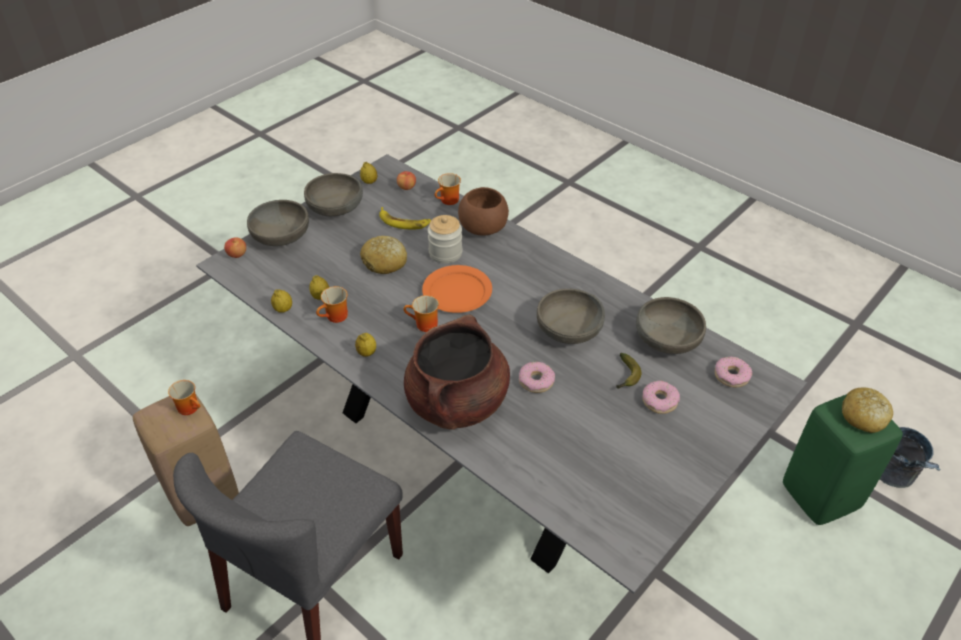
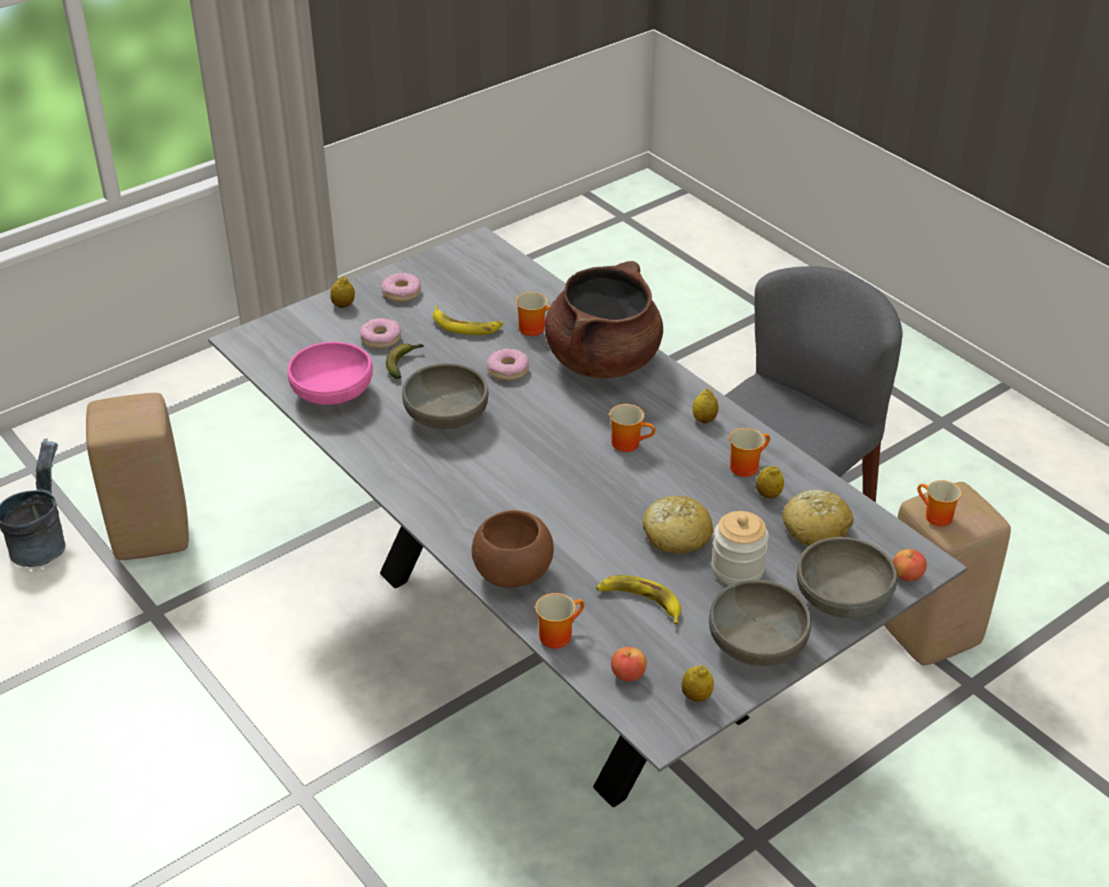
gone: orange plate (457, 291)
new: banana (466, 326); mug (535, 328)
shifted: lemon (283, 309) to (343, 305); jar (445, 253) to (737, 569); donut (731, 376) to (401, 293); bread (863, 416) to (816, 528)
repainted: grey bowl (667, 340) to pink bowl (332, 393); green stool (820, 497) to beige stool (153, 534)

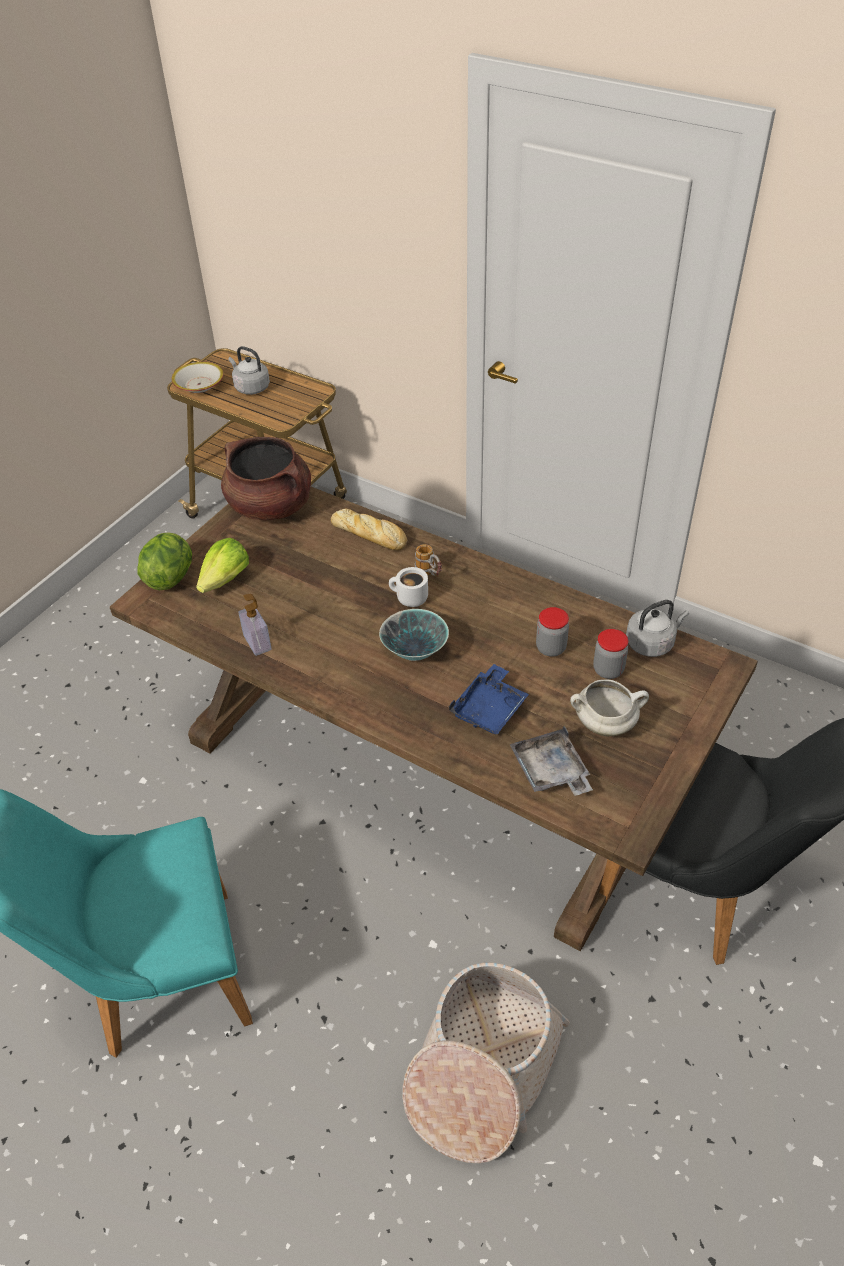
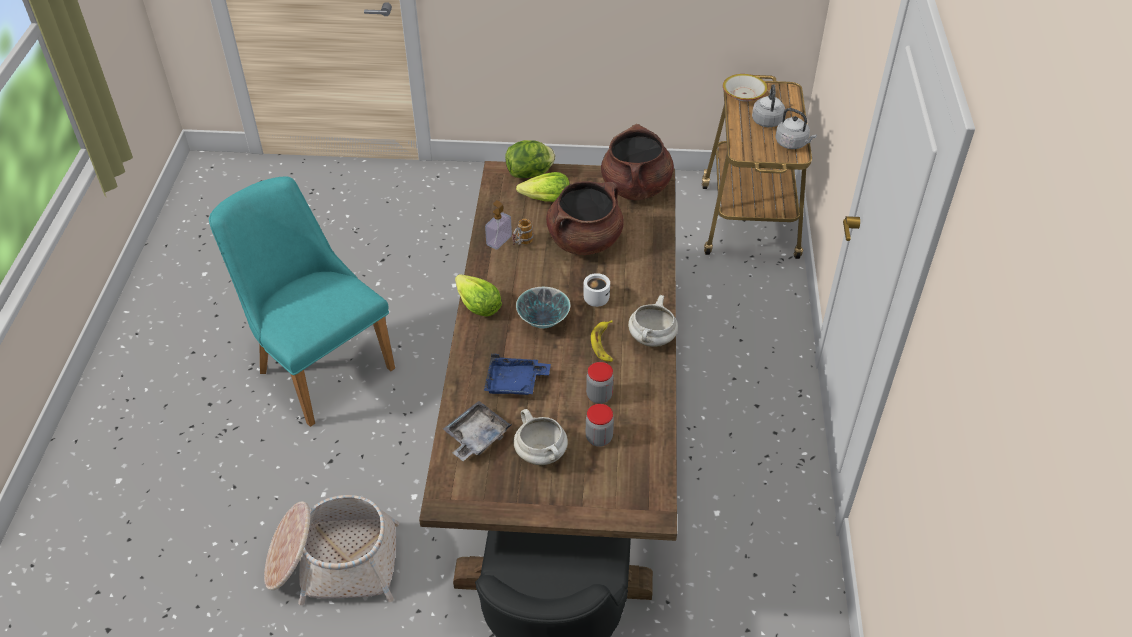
gone: bread (370, 535)
new: lettuce (477, 306); brown cooking pot (584, 240); banana (604, 344); white cooking pot (652, 339)
shifted: mug (430, 575) to (521, 244); grey kettle (652, 643) to (792, 143)

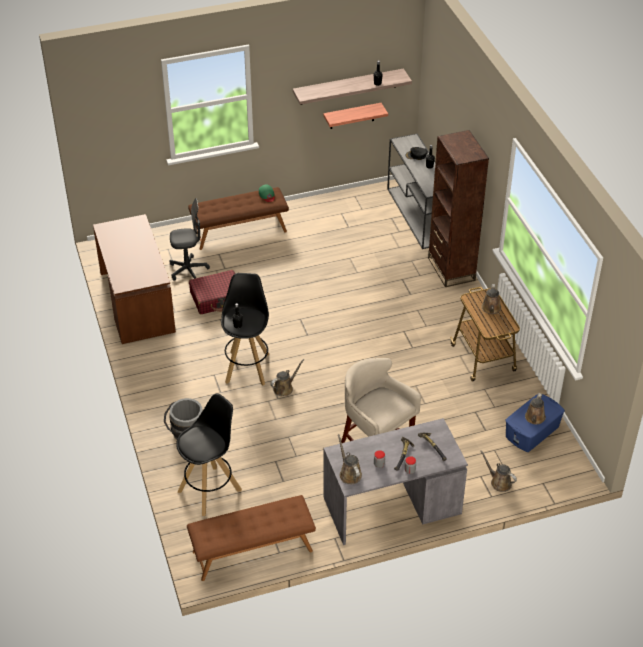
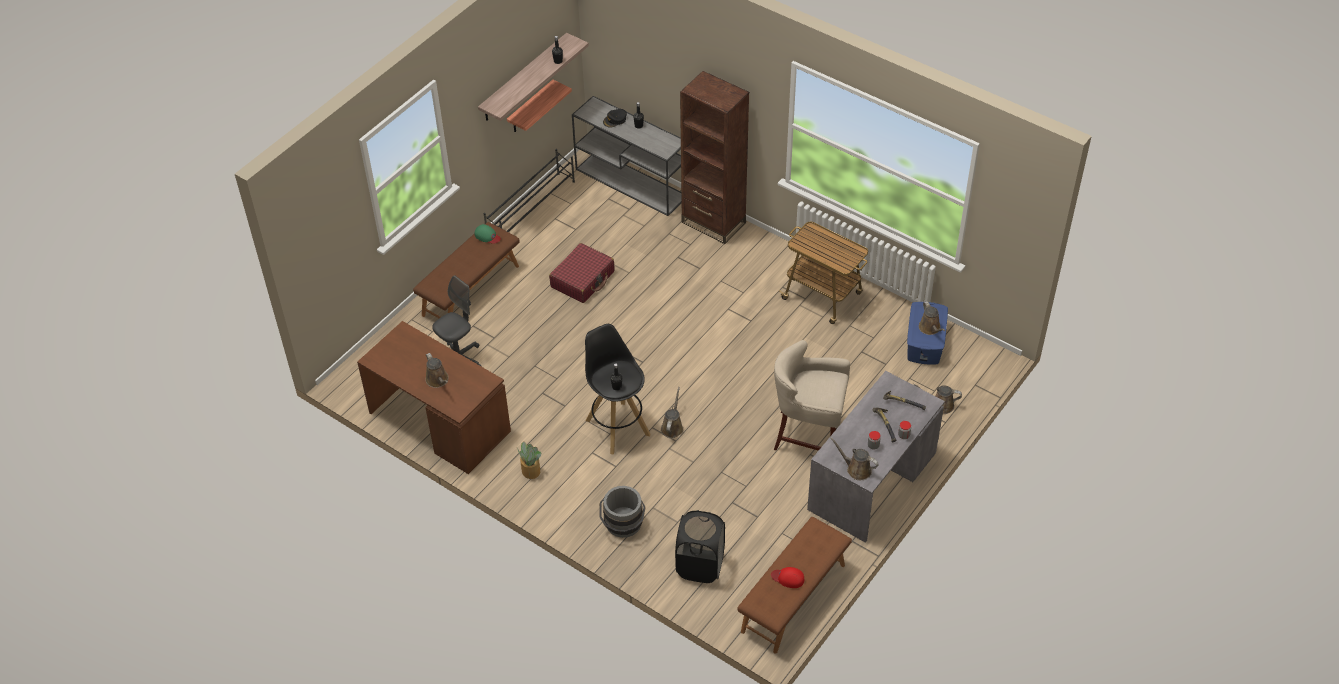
new: black shoe rack (532, 209); potted plant (531, 470); red cap (788, 578)
shifted: red suitcase (217, 298) to (583, 279); brown watering can (491, 309) to (438, 380)
swapped: black stool (210, 490) to black laundry basket (700, 566)

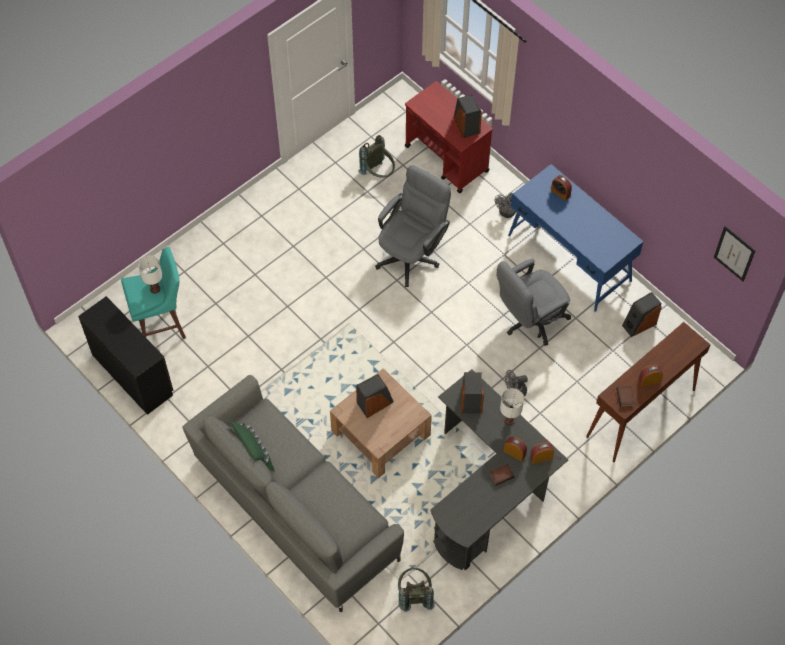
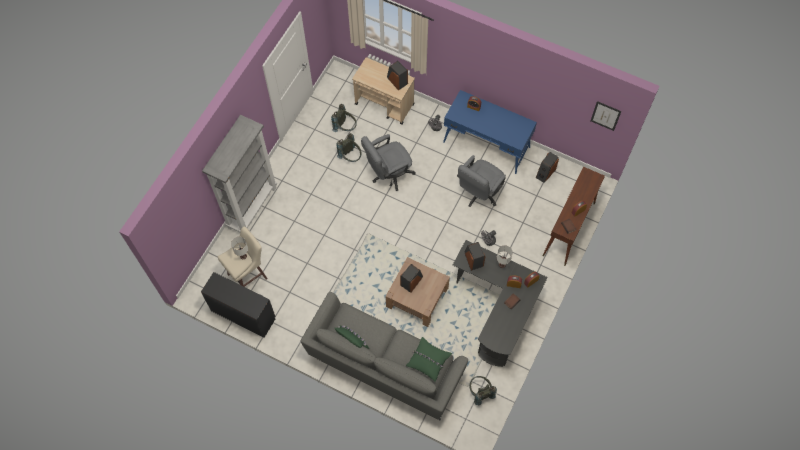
new: grey bookcase (252, 206); grey backpack (350, 157); green pillow (428, 360)
repainted: turquoise stool (162, 326) to beige stool (248, 276); red cart (447, 159) to beige cart (385, 104)
rotated: grey office chair (412, 254) = (388, 174) 135 degrees counterclockwise

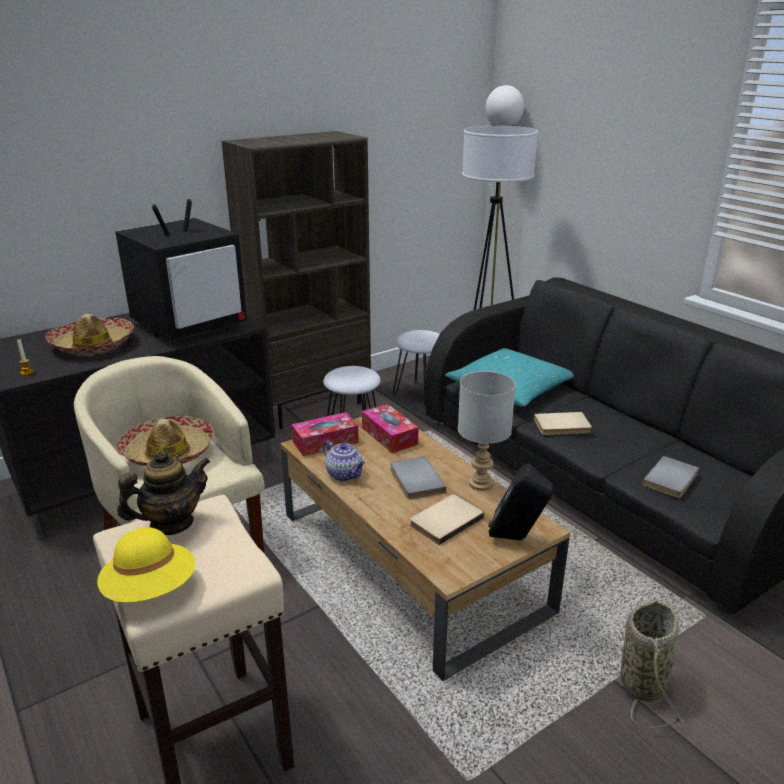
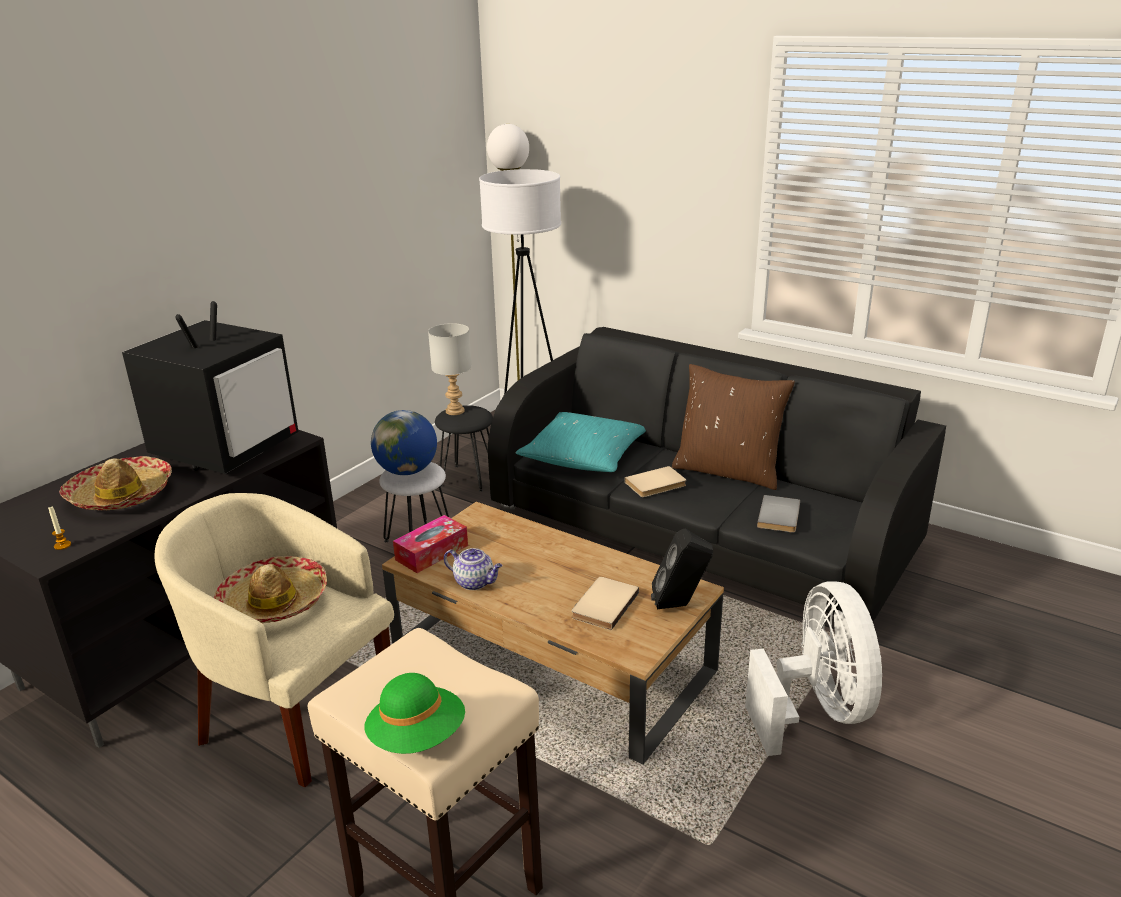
gone: teapot (171, 523); brown bookcase (311, 406); tissue box (389, 436); grey book (414, 480)
new: globe (407, 471); brown pillow (728, 471)
shifted: grey table lamp (480, 483) to (454, 411)
swapped: basket (643, 680) to white fan (816, 710)
repainted: yellow hat (151, 589) to green hat (417, 737); white stool (419, 393) to black stool (467, 478)

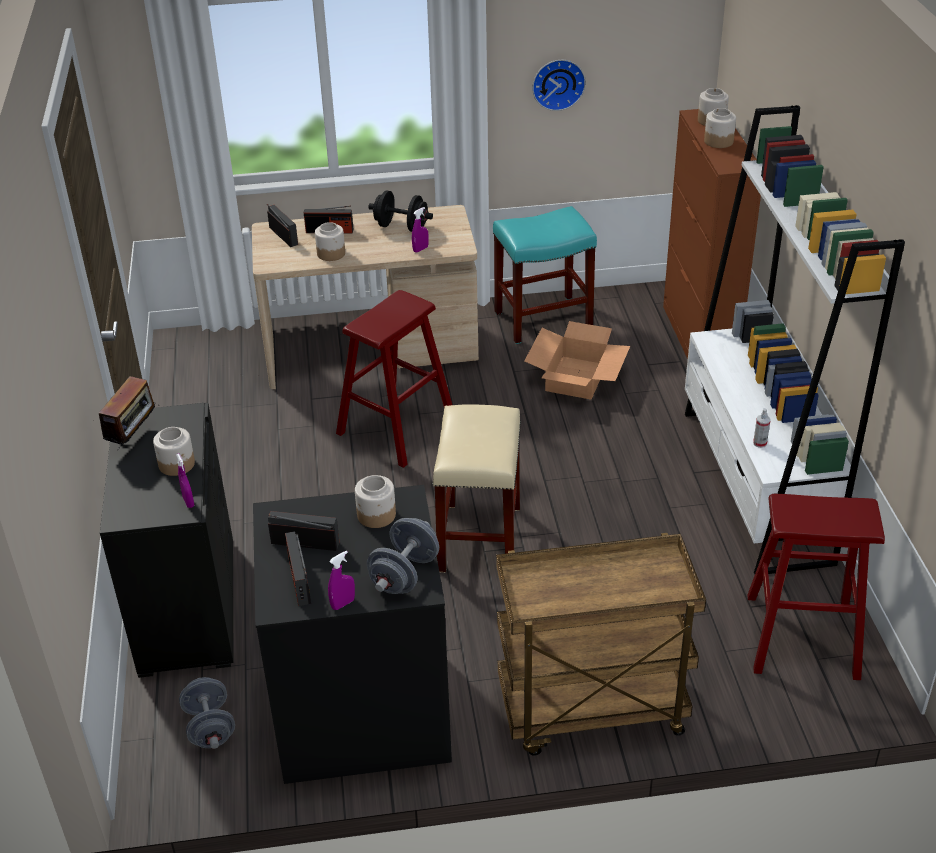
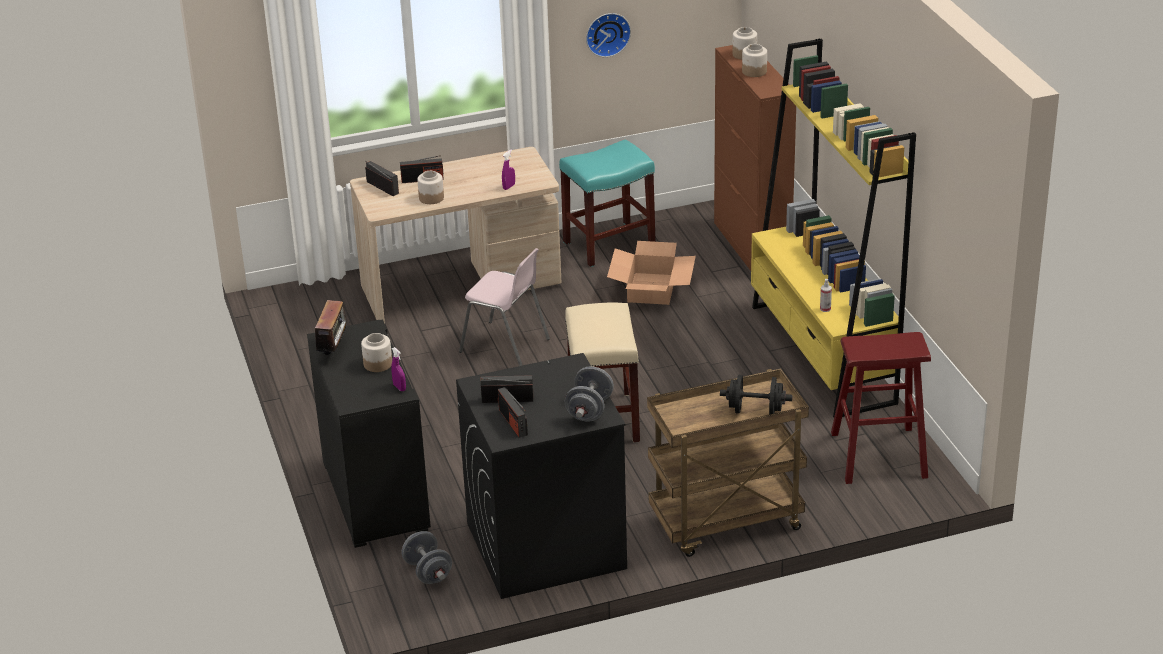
gone: purple spray bottle (343, 604); jar (376, 515)
shifted: black dumbbell (401, 227) to (755, 411)
swapped: red stool (396, 429) to pink chair (505, 346)
repainted: white bookcase (755, 485) to yellow bookcase (822, 354)

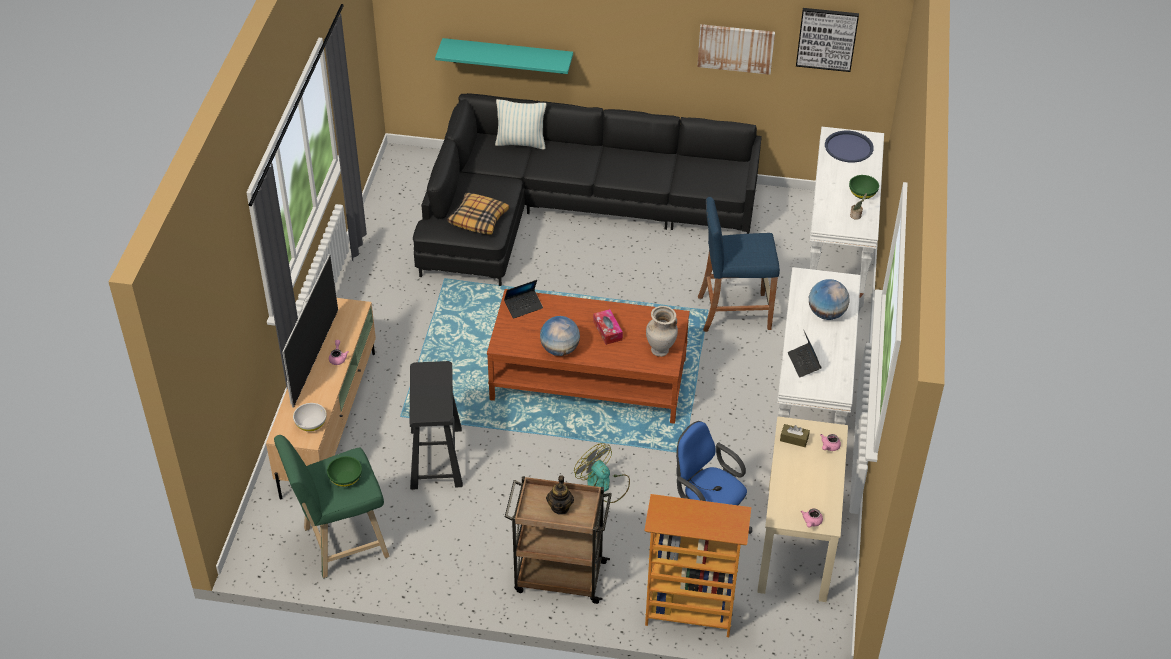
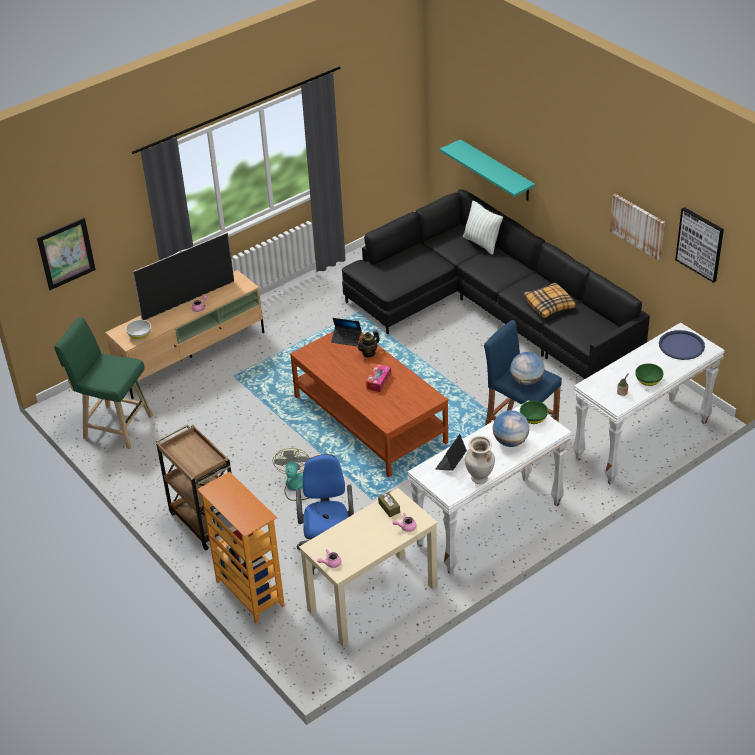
gone: black stool (436, 457)
new: picture (66, 253)
shifted: green bowl (345, 478) to (533, 418); pillow (479, 219) to (549, 305); globe (560, 349) to (526, 381); teapot (560, 507) to (369, 353); beige vase (660, 351) to (479, 479)

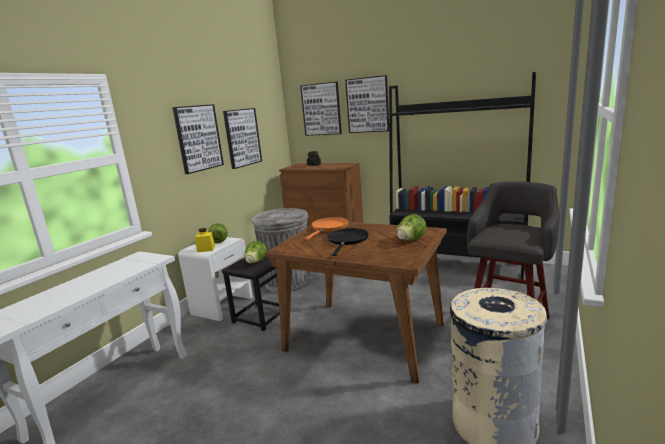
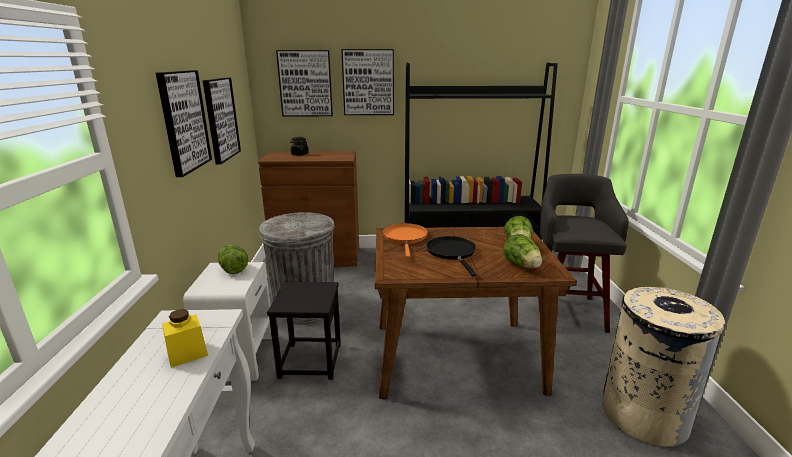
shifted: yellow jar (206, 249) to (187, 354); lettuce (256, 262) to (522, 266)

